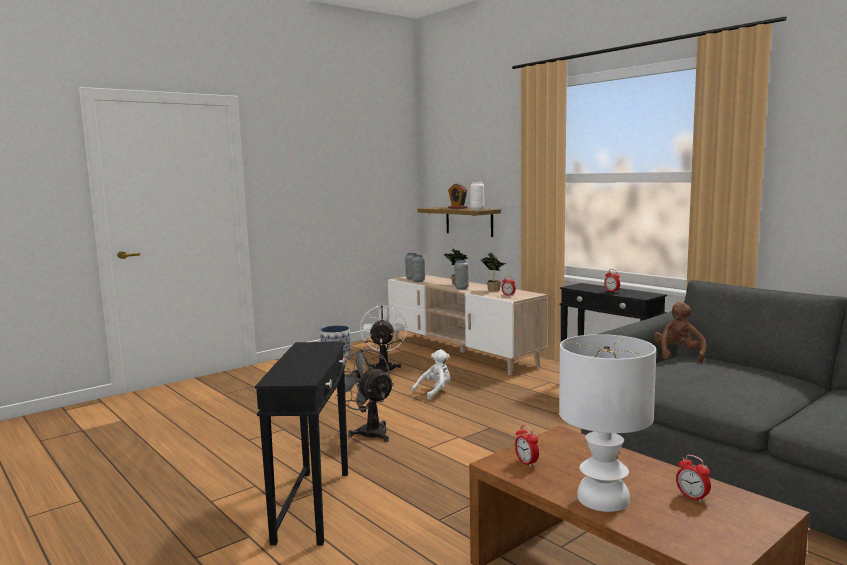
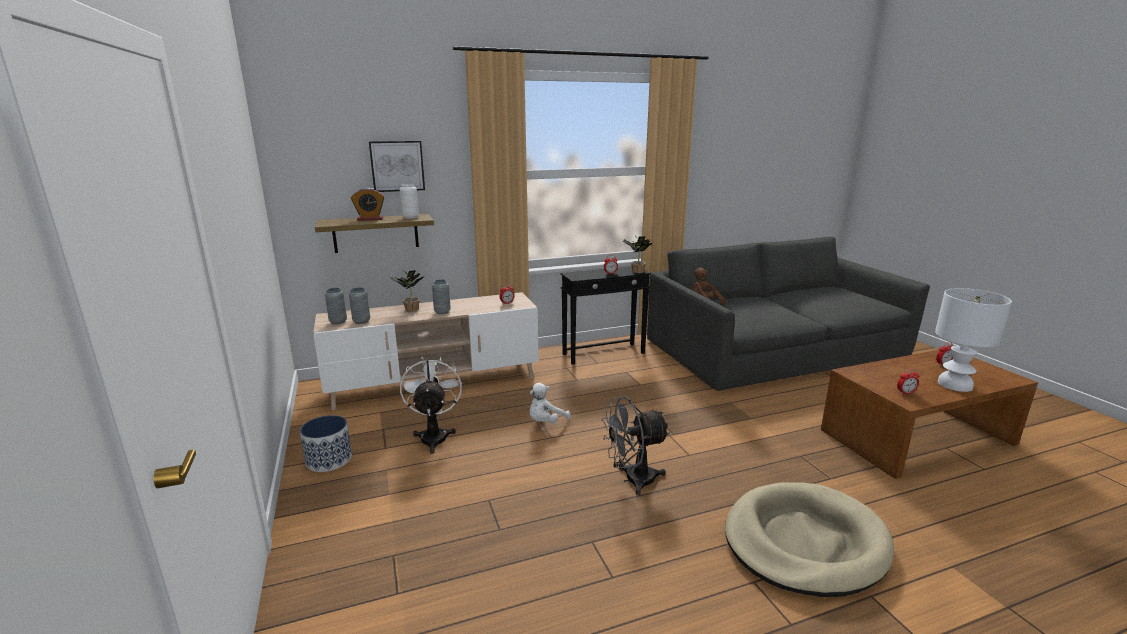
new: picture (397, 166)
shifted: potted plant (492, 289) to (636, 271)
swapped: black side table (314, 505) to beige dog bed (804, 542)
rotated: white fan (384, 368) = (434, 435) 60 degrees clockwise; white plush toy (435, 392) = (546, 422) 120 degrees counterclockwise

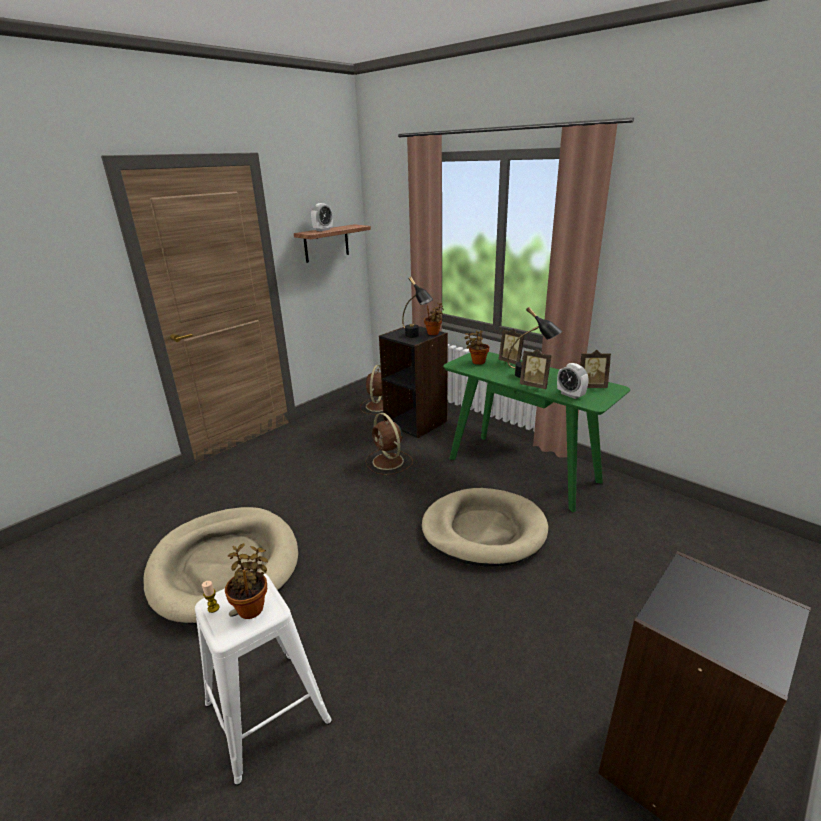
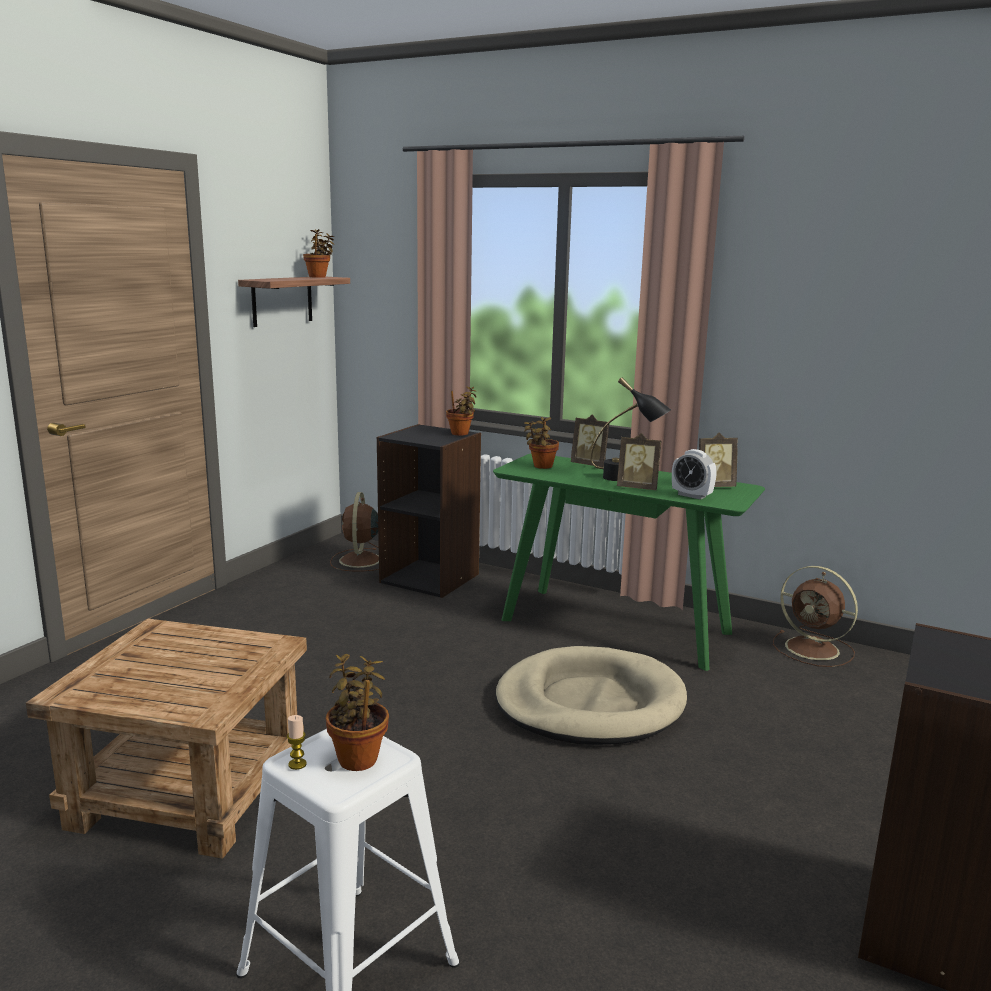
gone: alarm clock (323, 230); black table lamp (416, 337)
new: potted plant (319, 277)
shifted: brown fan (389, 462) to (814, 649)
swapped: beige dog bed (225, 566) to brown side table (188, 790)

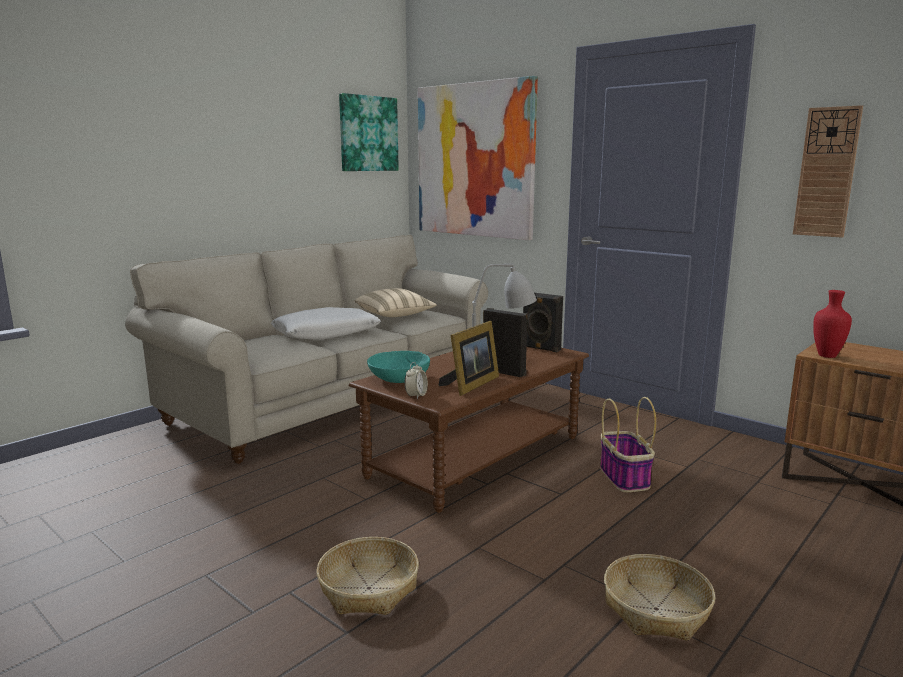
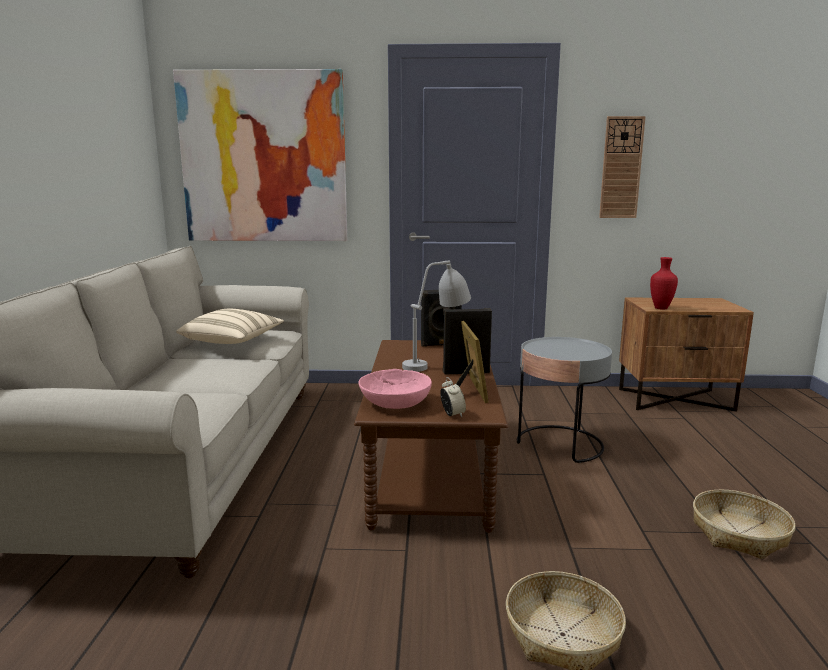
gone: white pillow (326, 334); picture (368, 134)
swapped: basket (625, 478) to grey side table (560, 444)
repainted: turquoise bowl (398, 378) to pink bowl (394, 403)

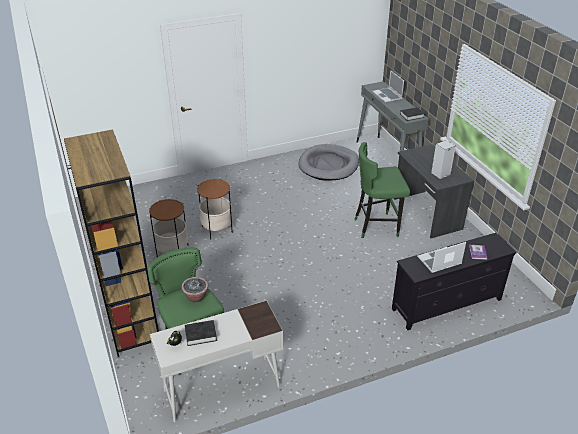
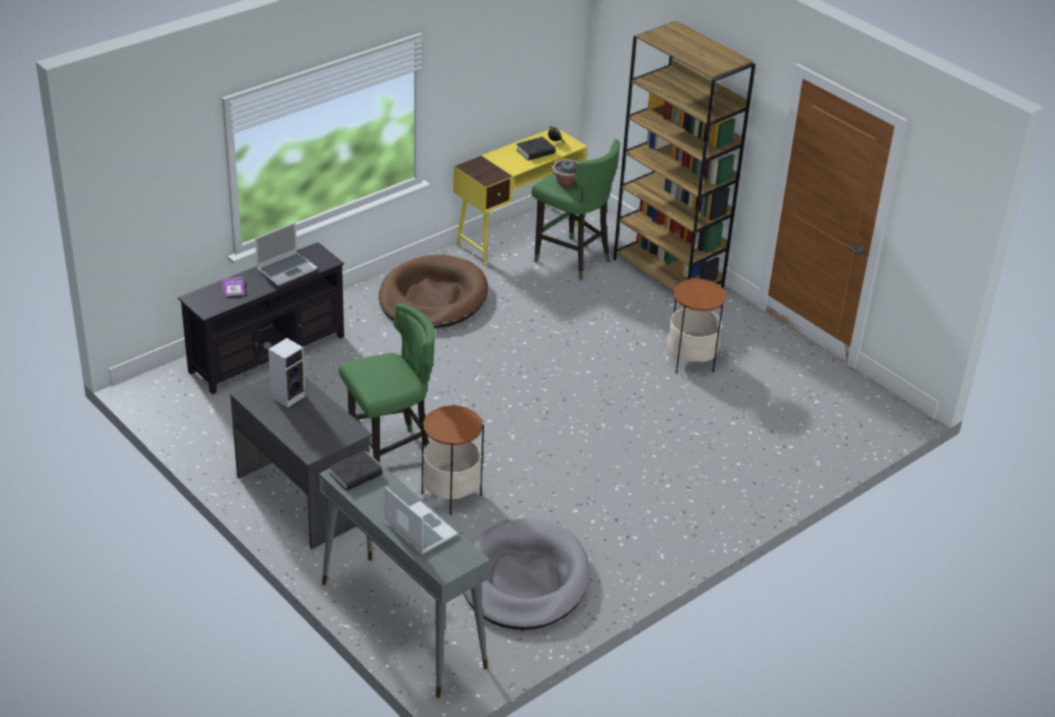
new: brown dog bed (432, 298)
shifted: side table (217, 229) to (451, 494)
repainted: white desk (221, 388) to yellow desk (518, 235)

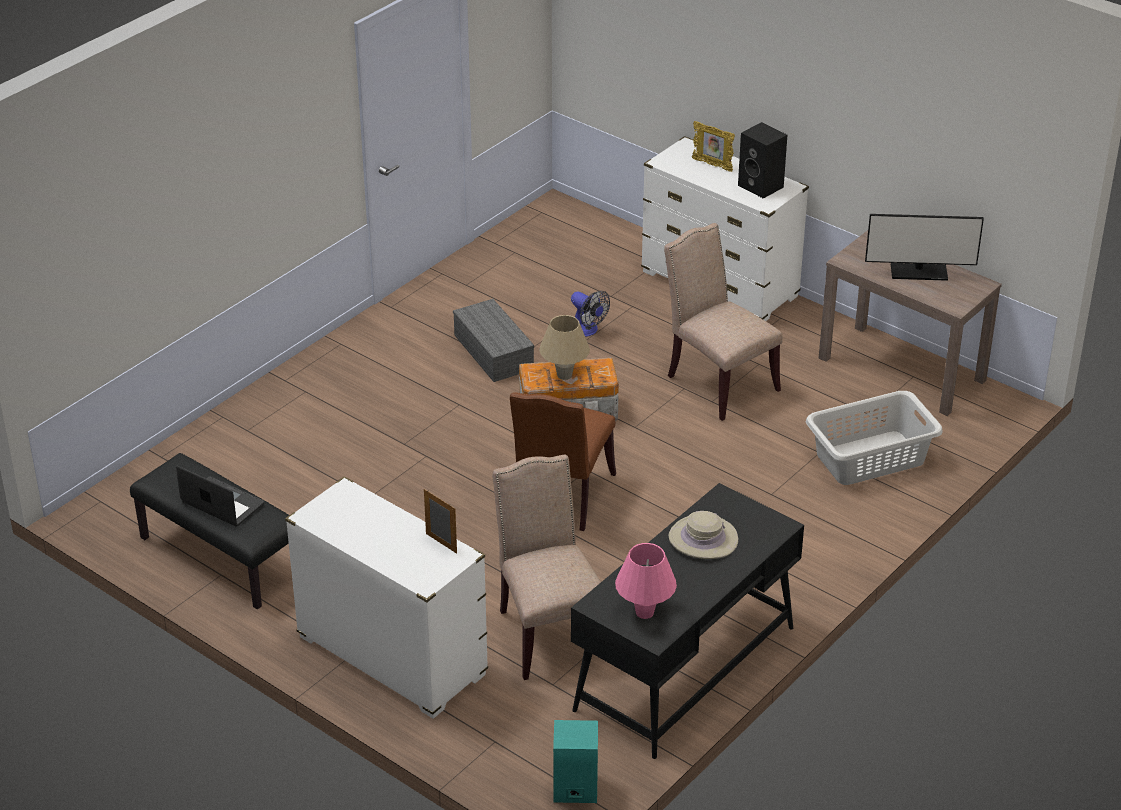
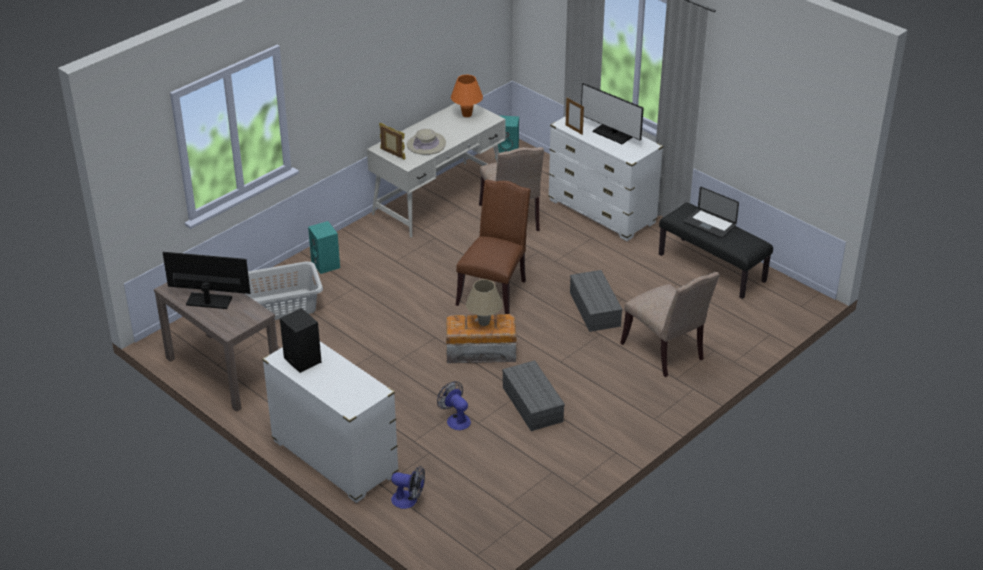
new: turquoise speaker (326, 264); fan (409, 500); grey storage box (596, 309); monitor (612, 134)
shifted: beige chair (717, 382) to (666, 352); picture frame (712, 165) to (392, 154)
repainted: black desk (684, 668) to white desk (439, 198); pink table lamp (644, 612) to orange table lamp (467, 114)

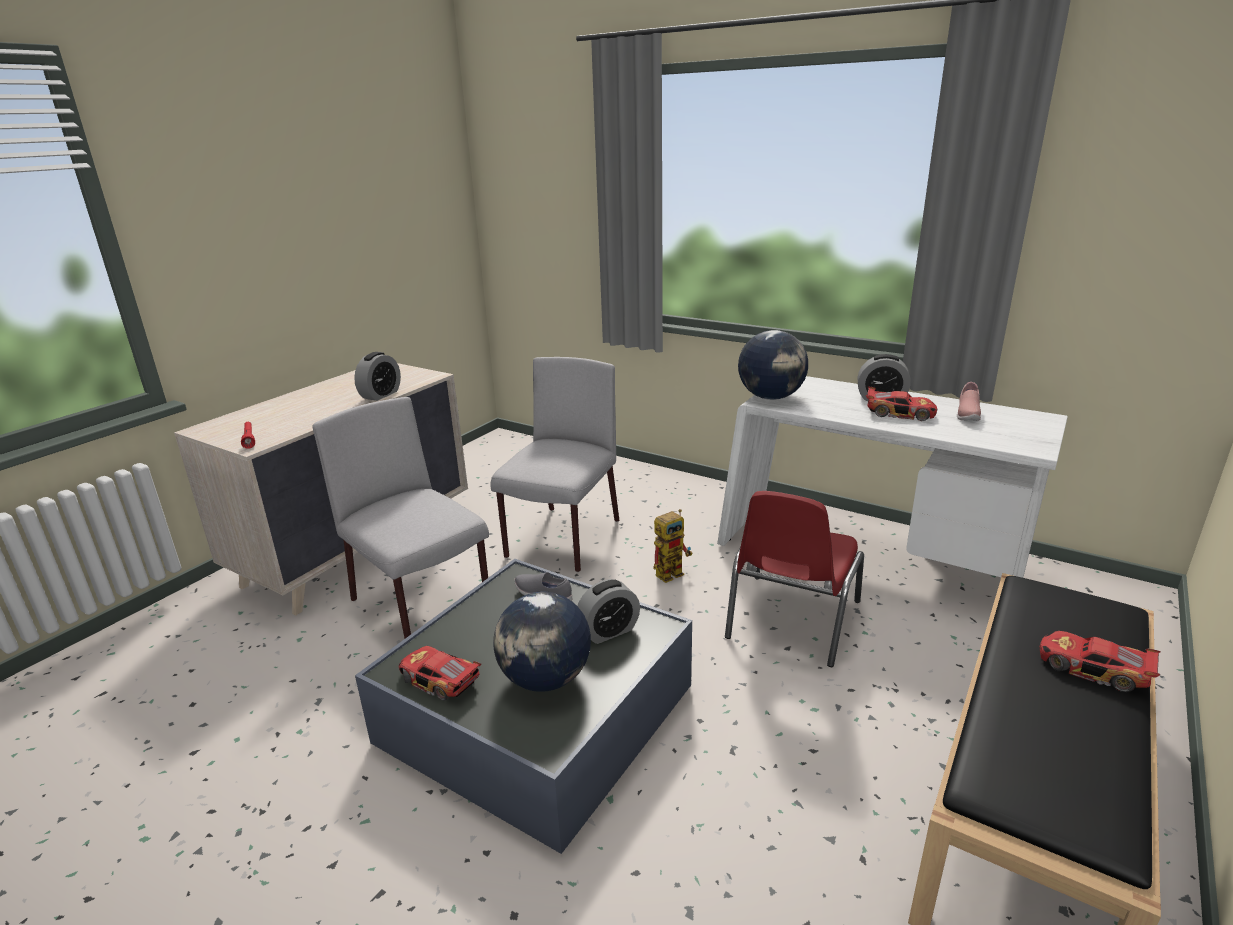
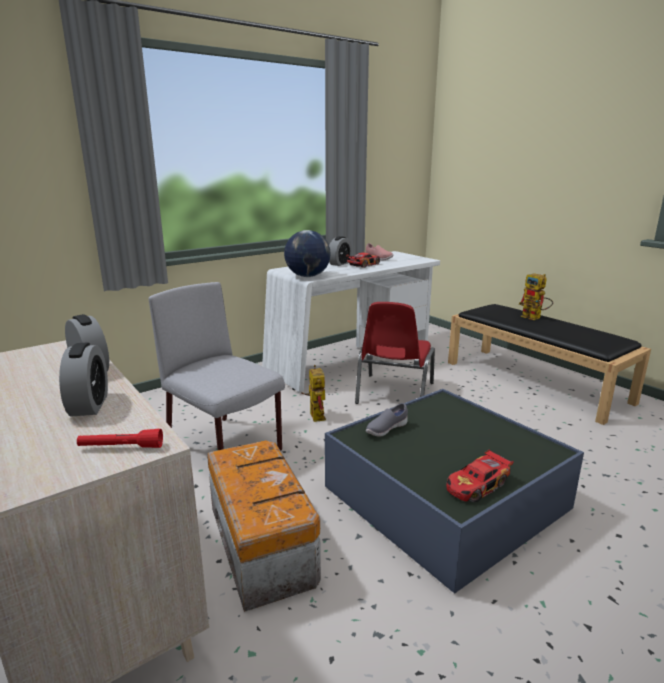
gone: globe (546, 679)
shifted: alarm clock (608, 631) to (89, 405)
swapped: grey chair (422, 606) to storage box (262, 543); toy car (1092, 670) to toy robot (535, 318)
rotated: red chair (791, 620) = (393, 393) 60 degrees clockwise

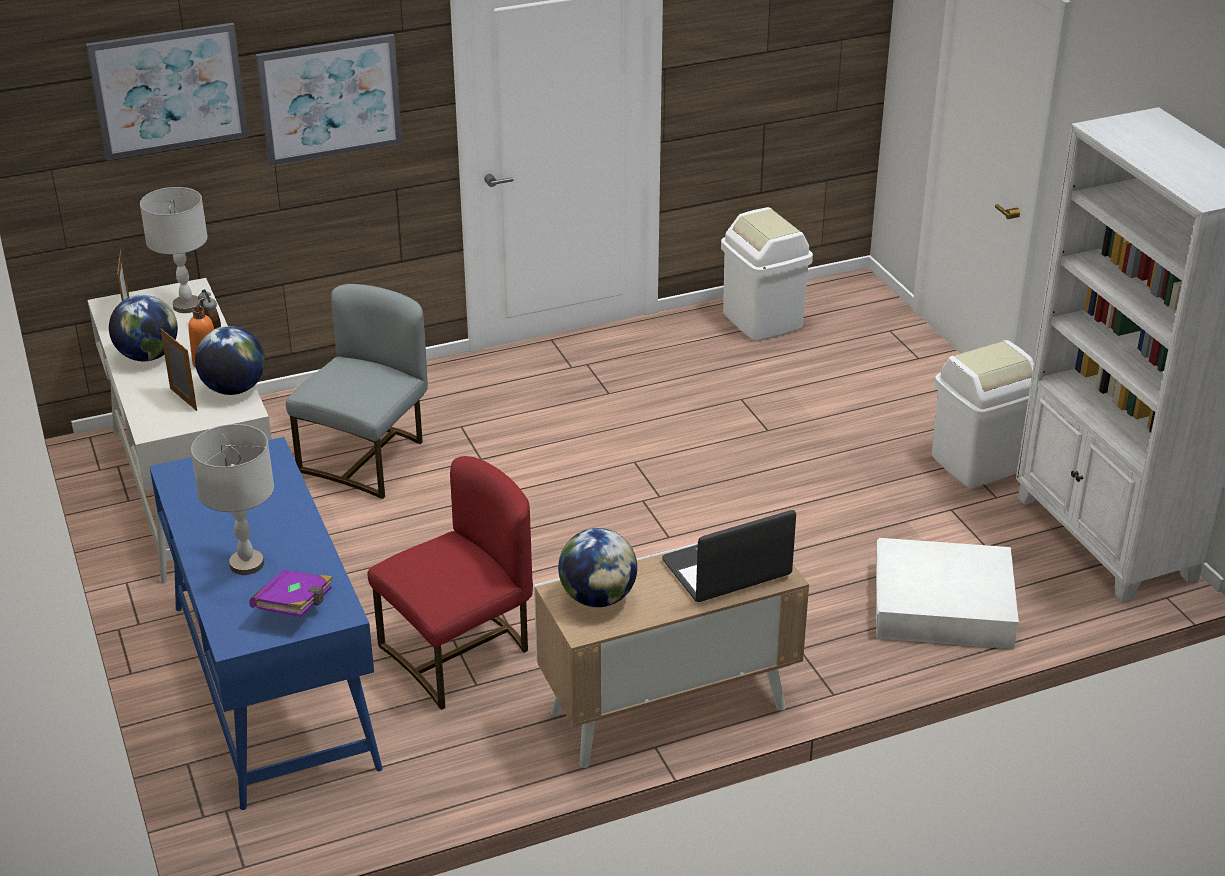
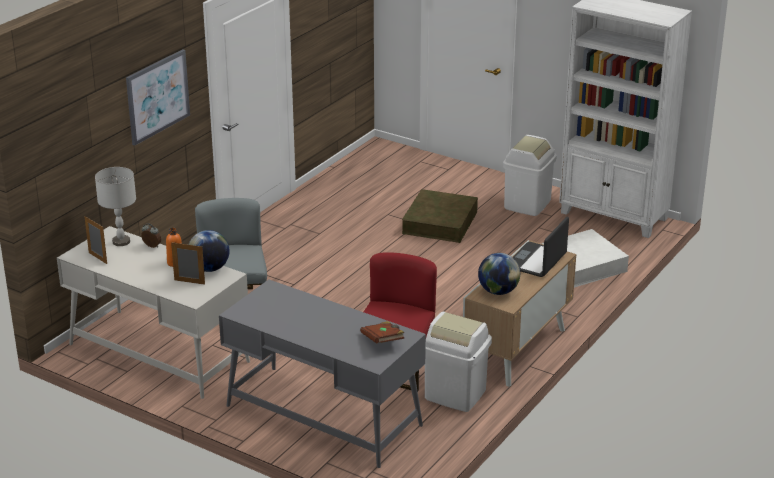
gone: picture (169, 90); globe (148, 356); grey table lamp (247, 564)
new: brown storage box (440, 223)
shifted: white trash can (763, 321) to (455, 394)
repainted: blue desk (274, 684) to grey desk (323, 415); purple book (295, 606) to brown book (383, 341)

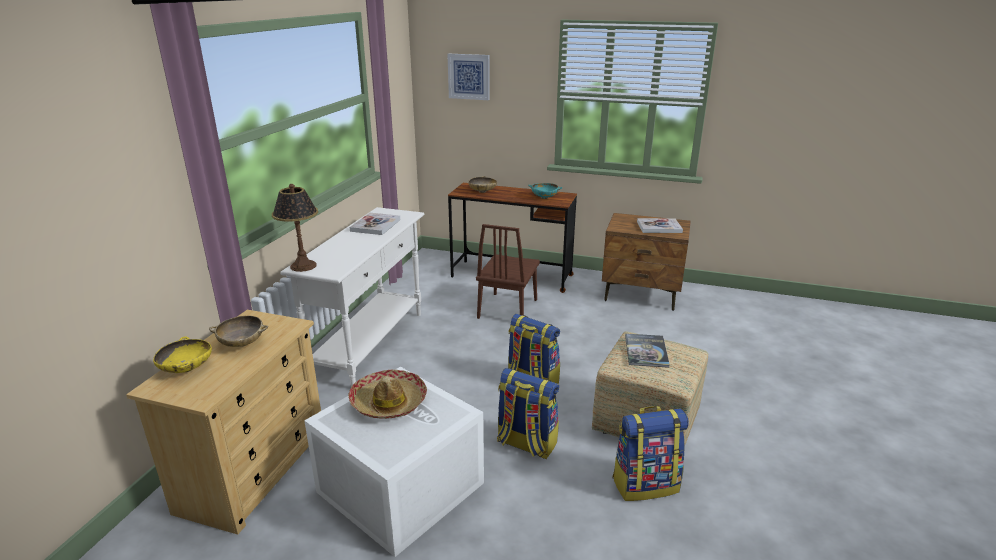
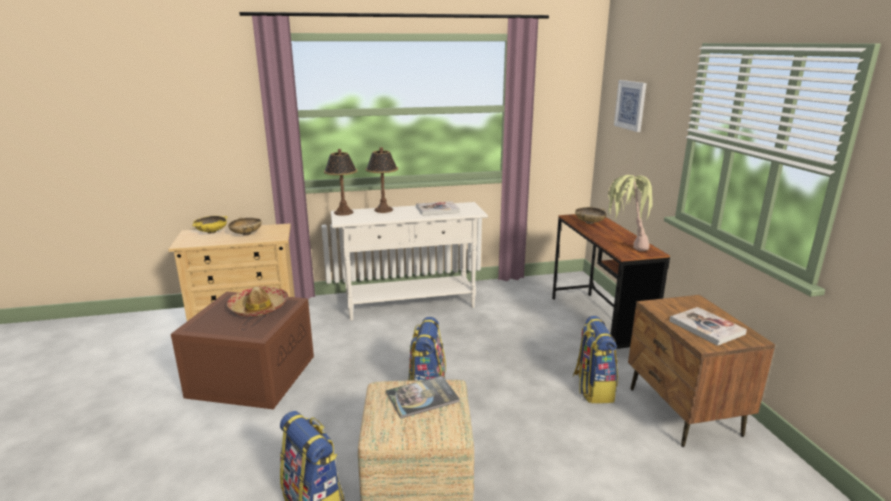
gone: brown chair (507, 308)
new: table lamp (383, 210)
shifted: backpack (526, 443) to (592, 389)
swapped: turquoise bowl (544, 197) to potted plant (625, 246)
repainted: white storage box (398, 487) to brown storage box (252, 375)

